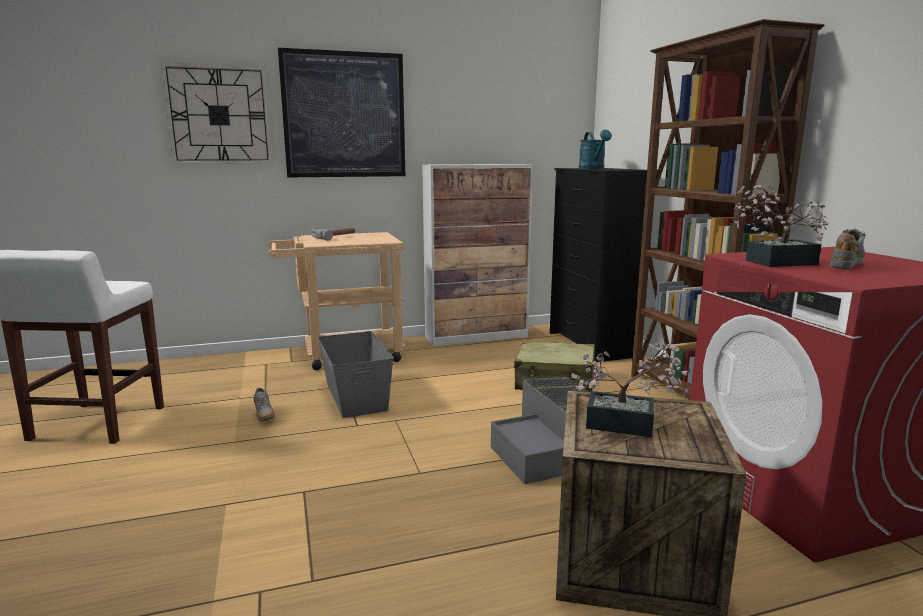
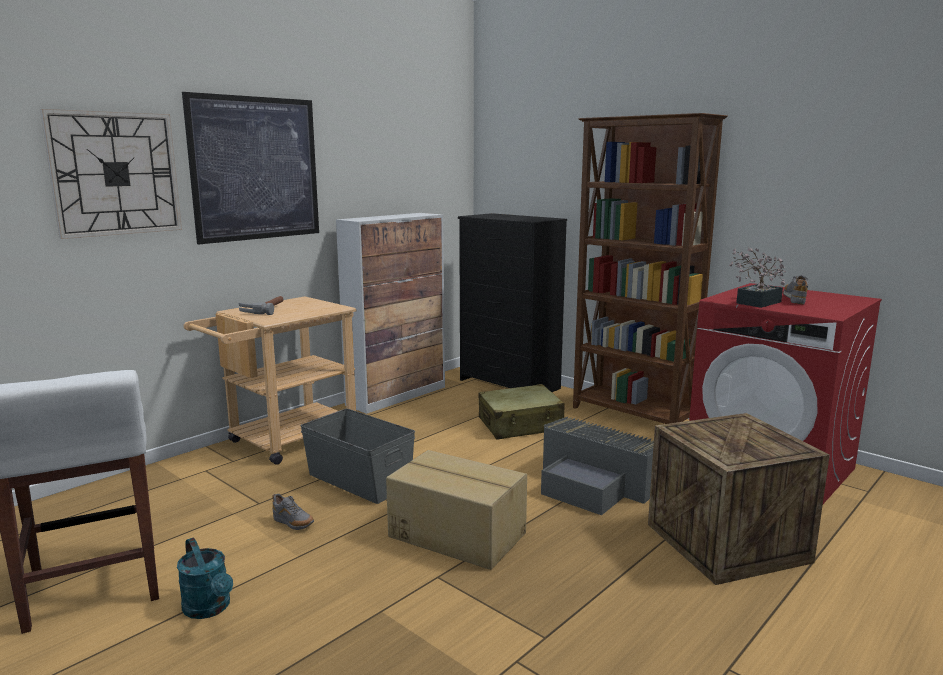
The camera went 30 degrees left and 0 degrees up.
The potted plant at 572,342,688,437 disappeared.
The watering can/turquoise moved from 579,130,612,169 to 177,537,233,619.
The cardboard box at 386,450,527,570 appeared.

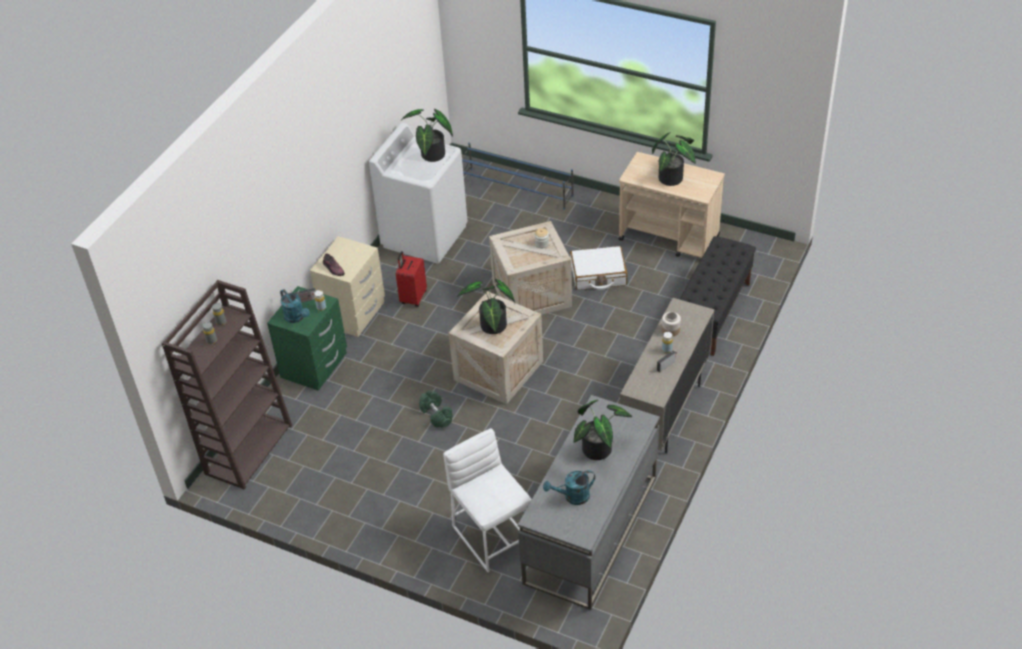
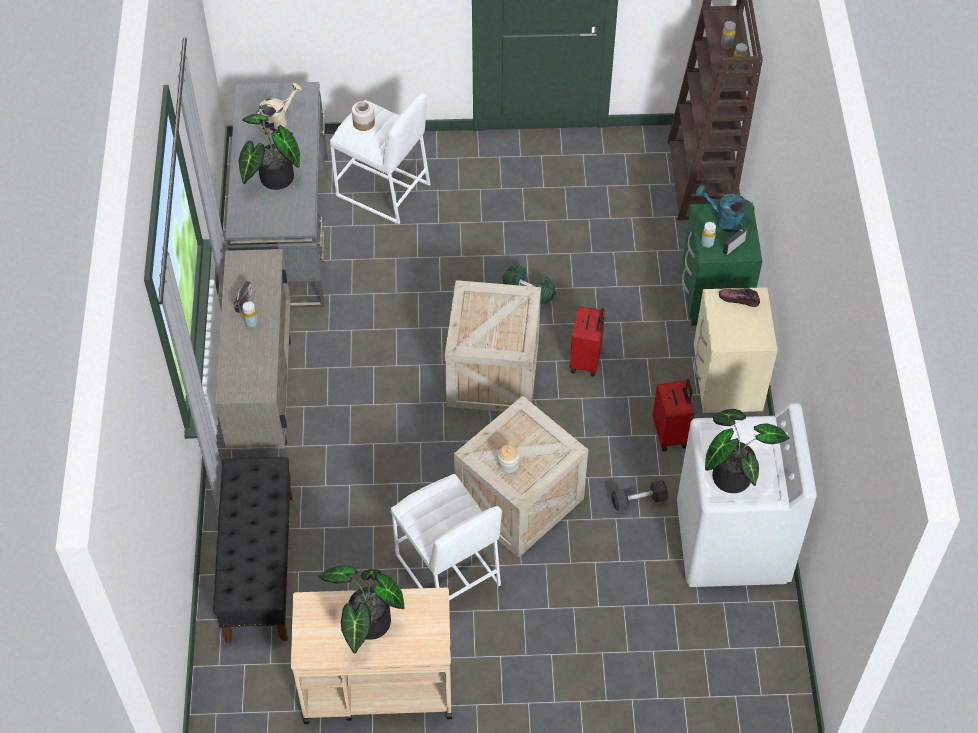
The camera went 150 degrees right and 10 degrees up.
The potted plant at 457,279,515,334 disappeared.
The shoe rack/blue at 462,143,574,210 disappeared.
The watering can/turquoise at 543,470,595,505 became the watering can/beige at 256,83,302,136.
The suitcase/white at 570,246,627,290 was replaced by the stool/white at 391,474,502,600.
The jar moved from 662,312,681,337 to 352,101,375,131.
The suitcase/red at 570,306,605,377 appeared.
The dumbbell/grey at 611,480,668,511 appeared.

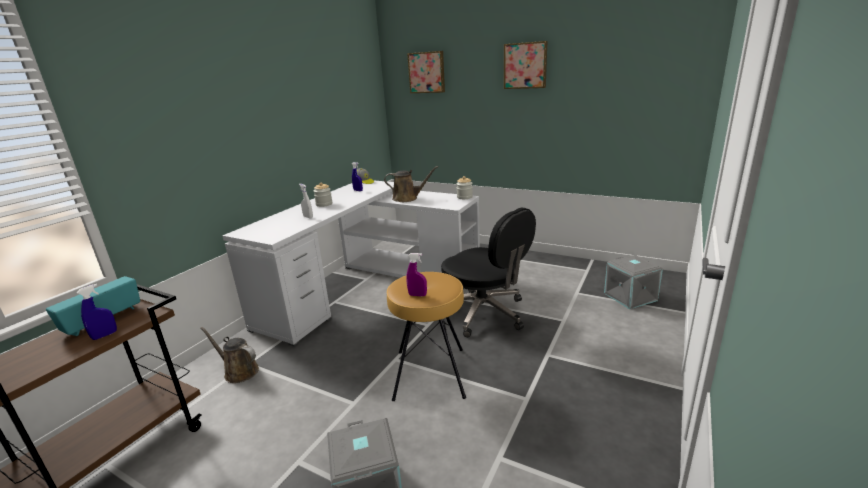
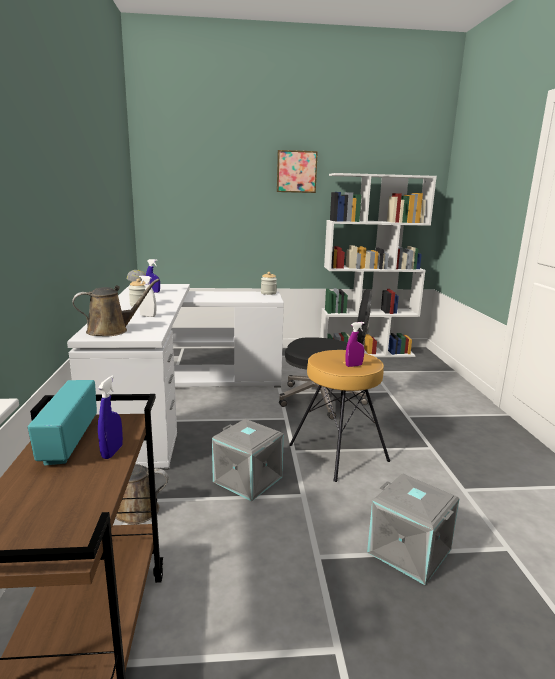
The camera went 35 degrees left and 5 degrees down.
The watering can/brown moved from 384,166,438,202 to 72,279,159,336.
The picture at 407,51,445,93 disappeared.
The storage box/grey moved from 604,255,663,309 to 212,419,284,502.
The bookcase/white at 320,173,437,357 appeared.

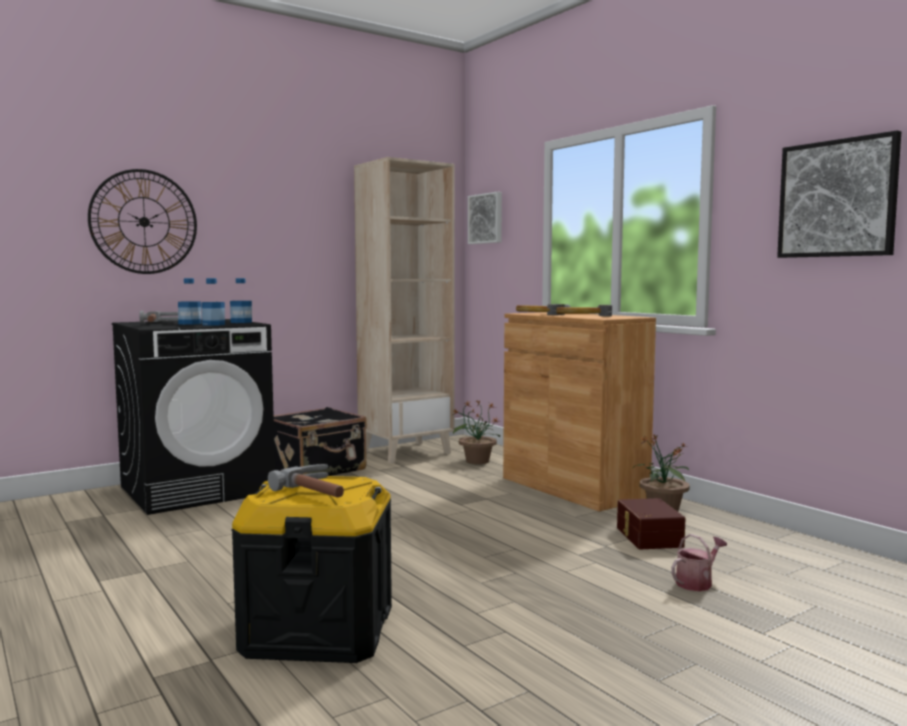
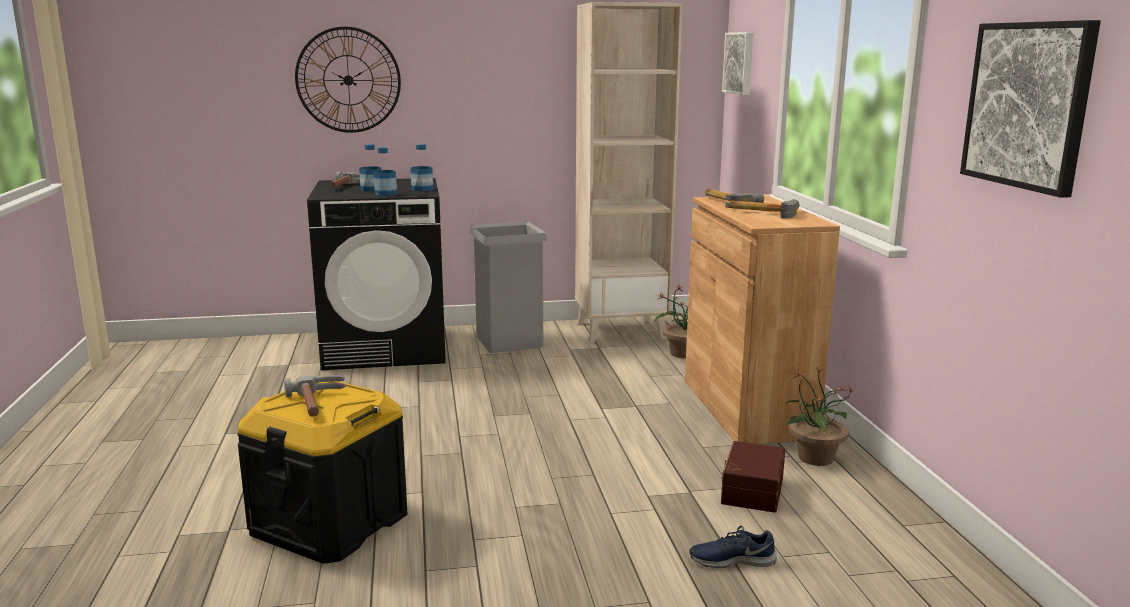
The camera went 25 degrees right and 10 degrees up.
The suitcase/black at 274,407,367,476 was replaced by the trash can/grey at 470,221,548,353.
The watering can at 671,534,727,591 was replaced by the shoe/blue at 689,526,777,569.

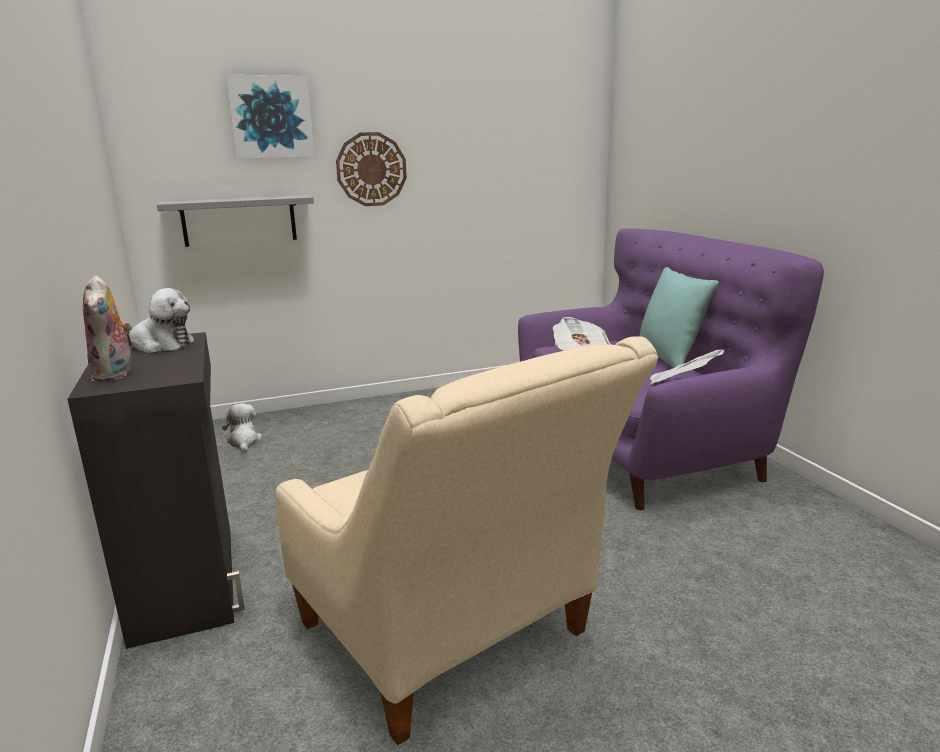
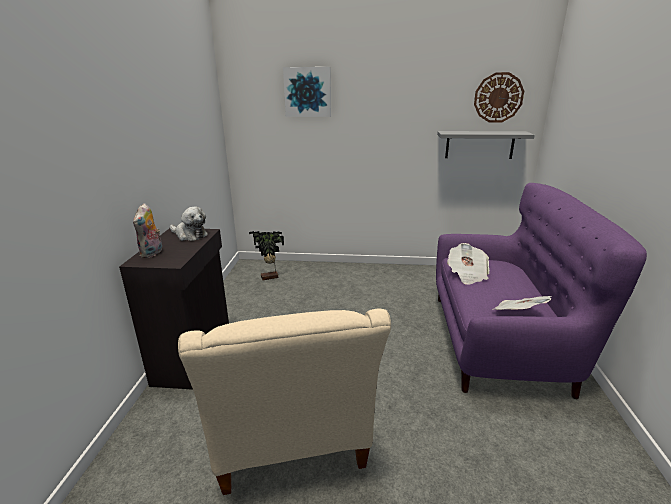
The camera went 25 degrees right and 5 degrees up.
The shelf/grey moved from 157,195,314,247 to 437,131,535,159.
The plush toy at 222,403,263,453 was replaced by the potted plant at 249,231,284,280.
The wall clock moved from 336,132,407,206 to 474,72,524,123.
The pillow/turquoise at 640,267,719,374 disappeared.

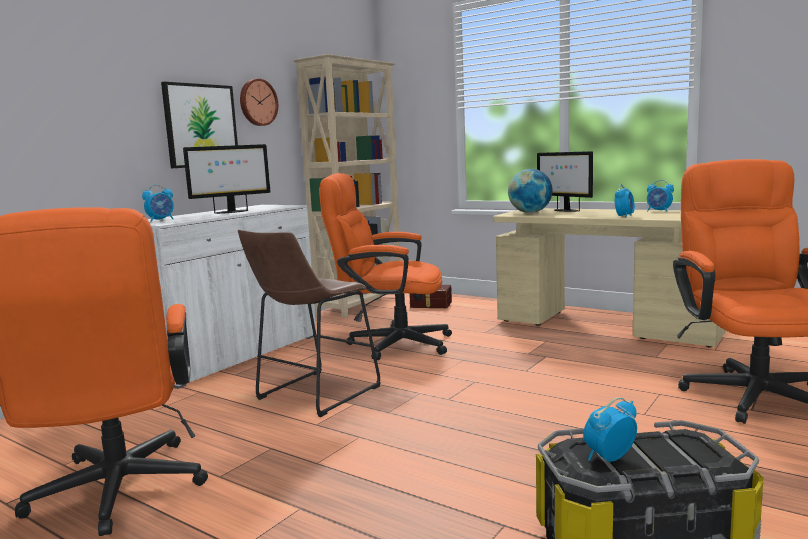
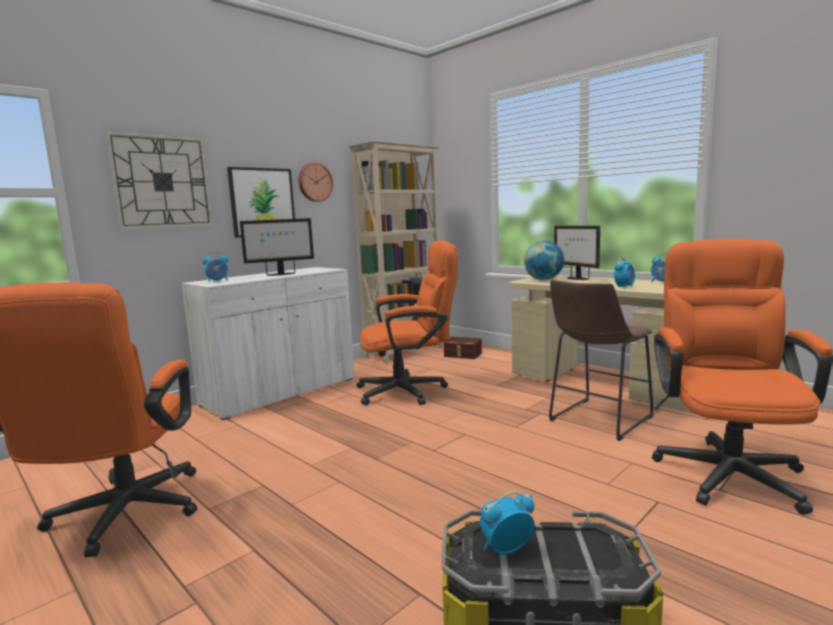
The camera went 10 degrees right and 0 degrees up.
The stool/brown moved from 238,230,381,417 to 549,280,653,441.
The office chair/orange at 319,173,452,360 turned 150 degrees clockwise.
The wall clock at 105,131,214,230 appeared.

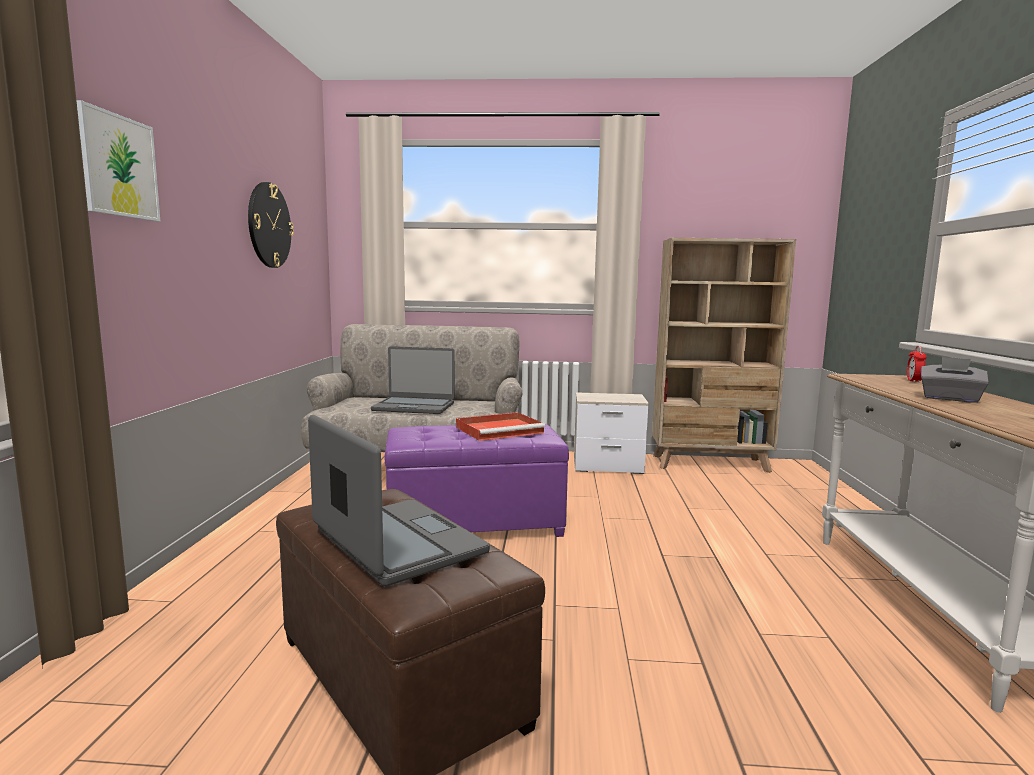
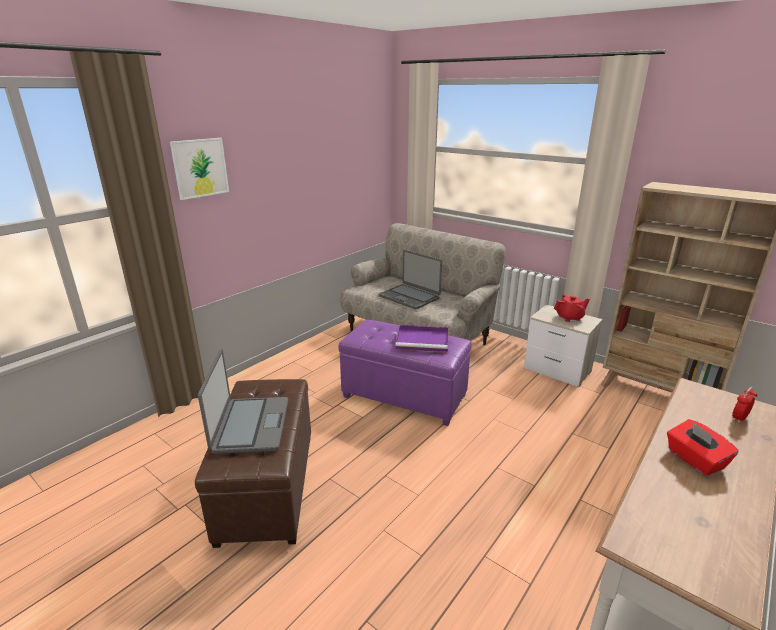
The camera went 35 degrees right and 15 degrees up.
The wall clock at 248,182,294,268 disappeared.
The tray/red at 456,412,545,441 became the tray/purple at 396,325,448,353.
The tissue box/grey at 921,356,989,403 became the tissue box/red at 667,419,738,476.
The teapot/red at 554,294,590,322 appeared.

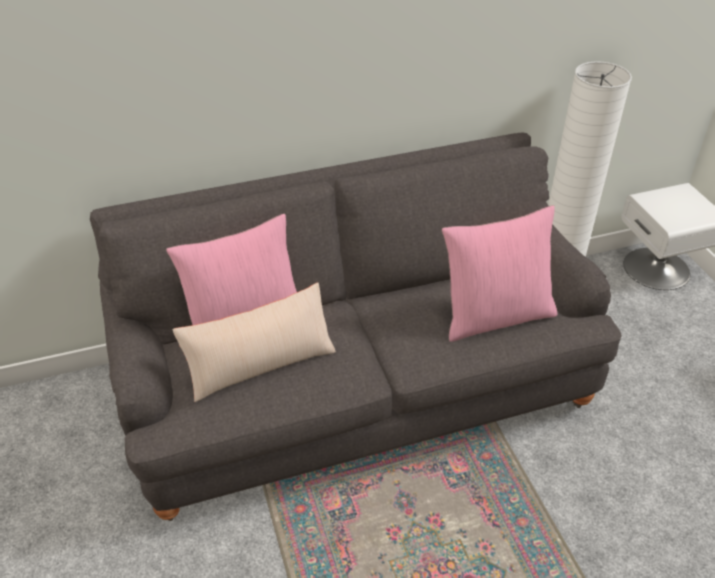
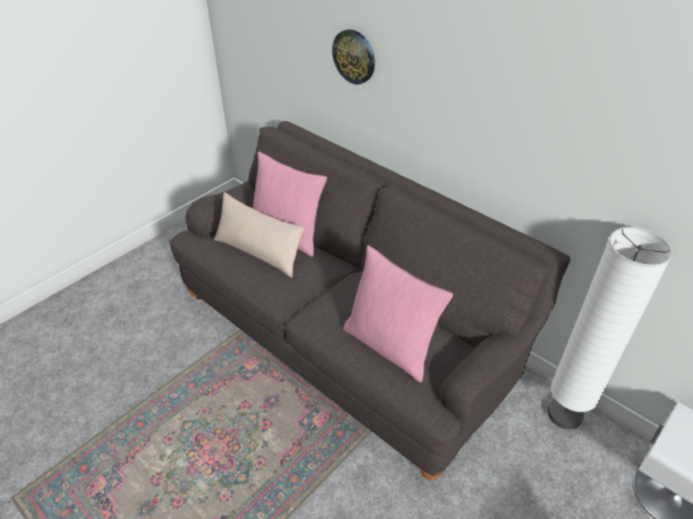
The camera went 60 degrees right and 0 degrees up.
The wall clock at 332,29,375,85 appeared.

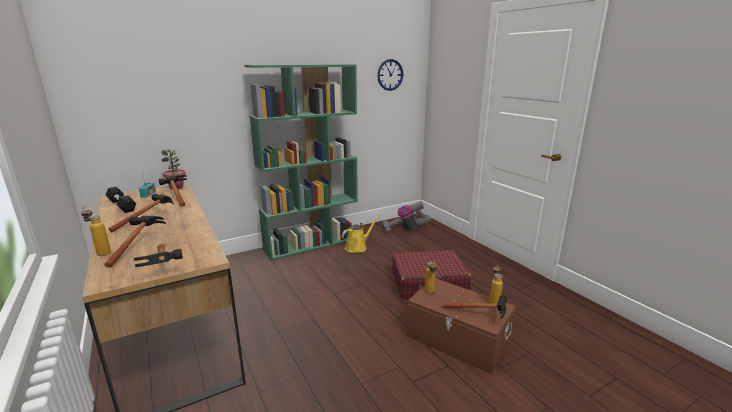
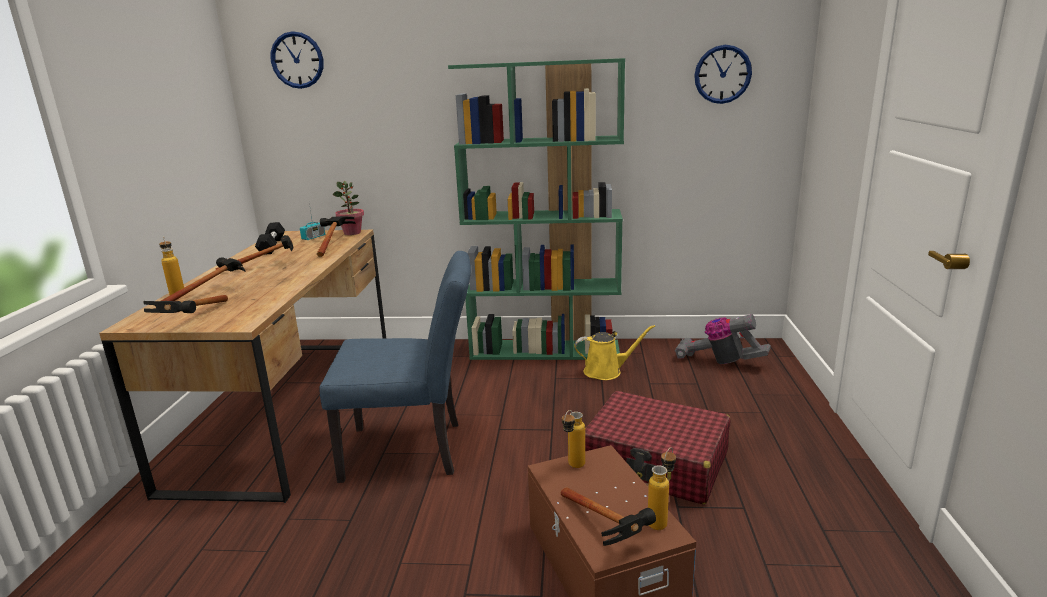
The camera went 35 degrees right and 0 degrees up.
The wall clock at 271,31,323,89 appeared.
The chair/blue at 319,251,471,483 appeared.

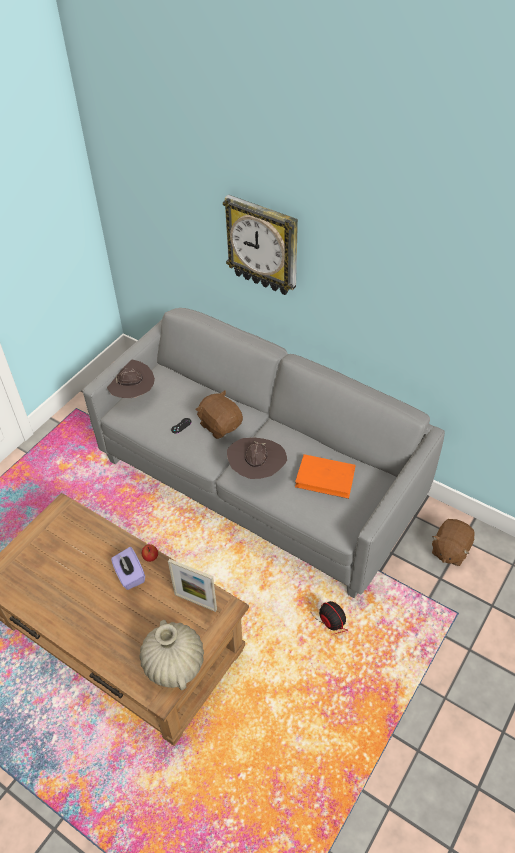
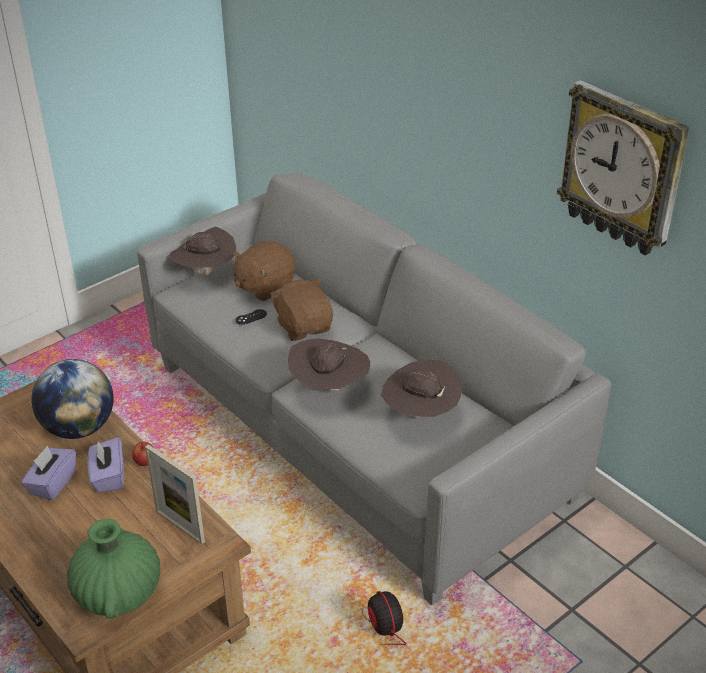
The camera went 15 degrees right and 10 degrees down.
The vase/beige at 140,620,204,690 became the vase/green at 67,519,160,619.
The wall clock moved from 223,195,298,295 to 557,80,690,256.
The book/orange at 295,454,356,499 was replaced by the hat/brown at 381,360,462,418.
The plush toy/brown moved from 432,519,475,566 to 233,241,296,301.
The tissue box/purple at 21,445,76,500 appeared.
The globe at 31,359,114,439 appeared.

